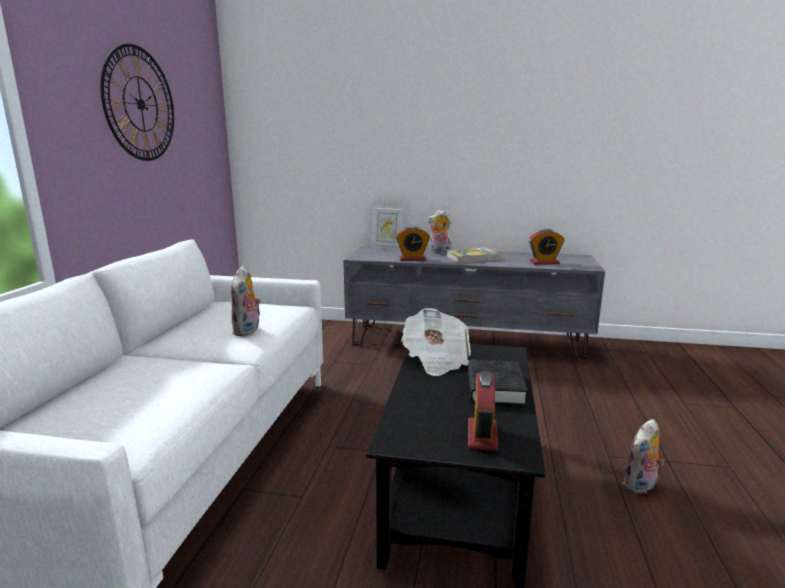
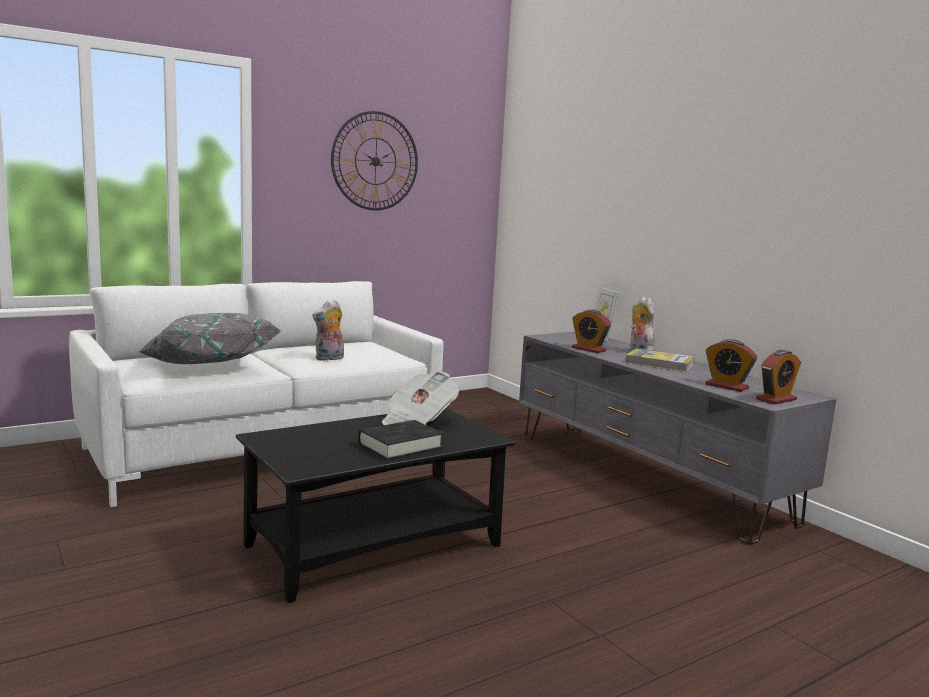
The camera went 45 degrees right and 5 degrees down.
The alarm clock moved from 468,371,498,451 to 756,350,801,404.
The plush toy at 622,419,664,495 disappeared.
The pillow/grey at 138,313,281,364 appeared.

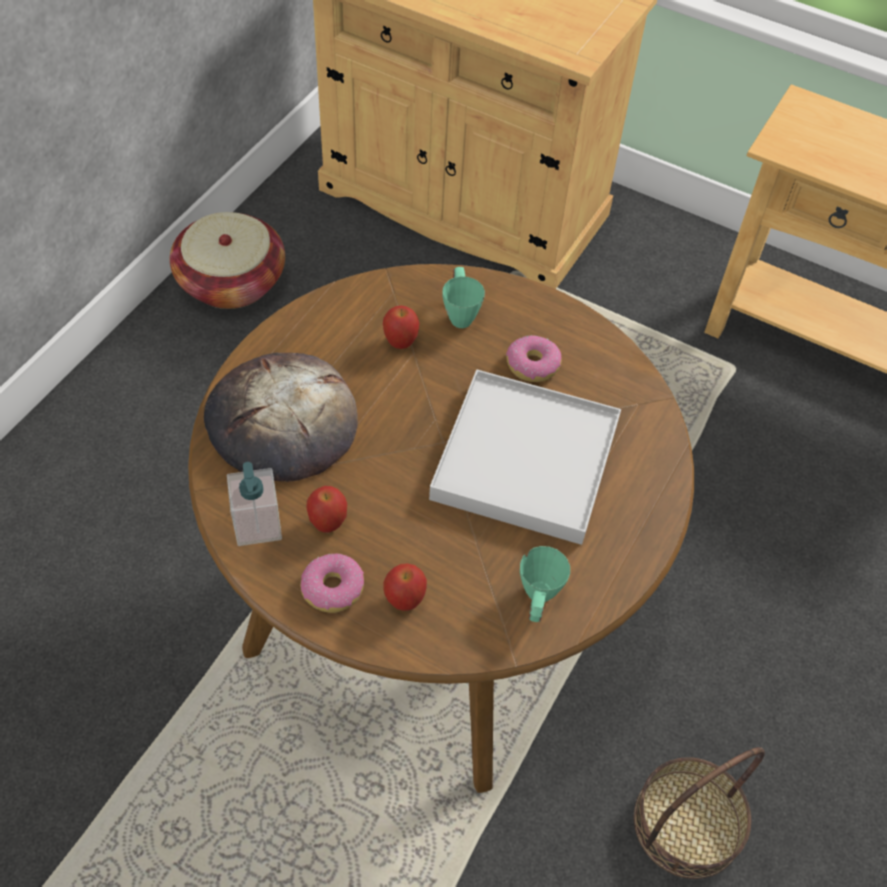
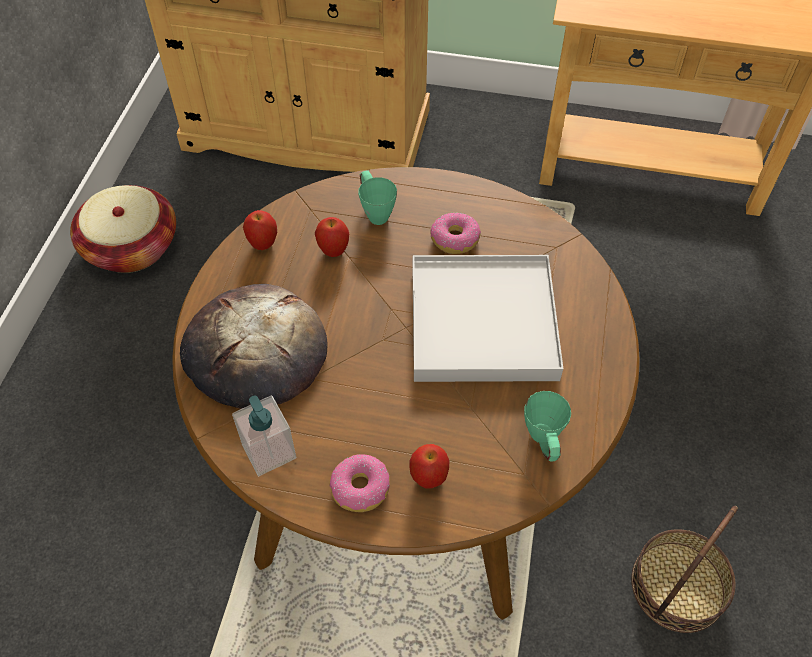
The camera went 15 degrees left and 0 degrees up.
The apple moved from 306,486,347,533 to 243,210,277,250.

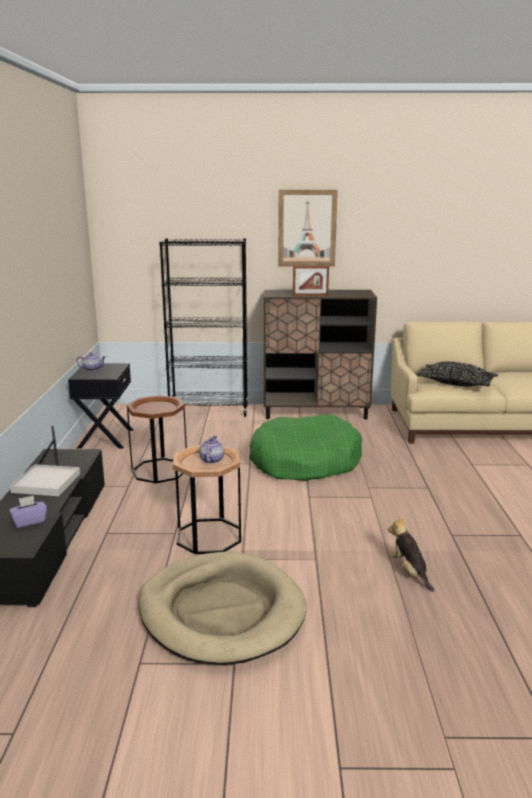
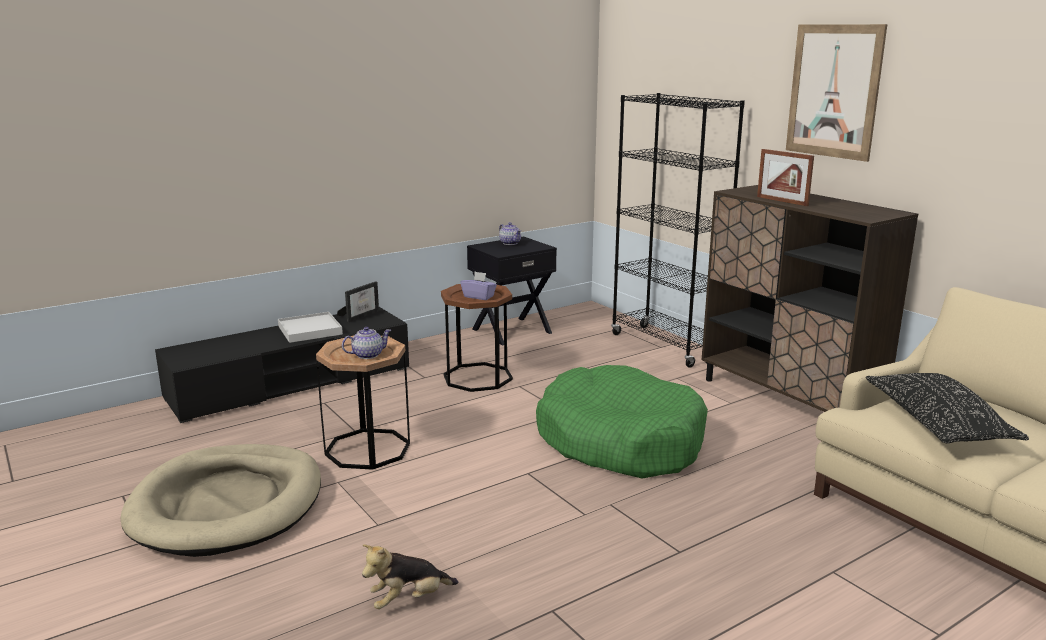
The camera went 55 degrees right and 0 degrees up.
The tissue box/purple moved from 9,495,47,528 to 460,272,497,300.
The plush toy at 388,515,434,592 turned 150 degrees counterclockwise.

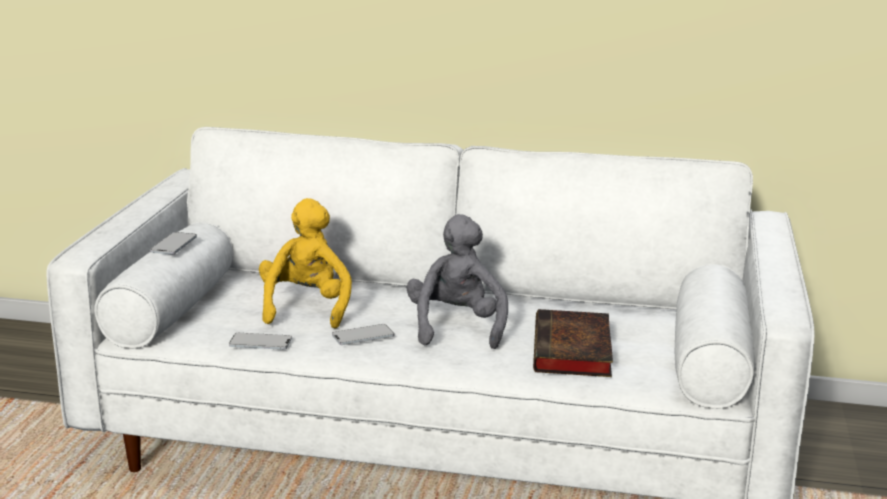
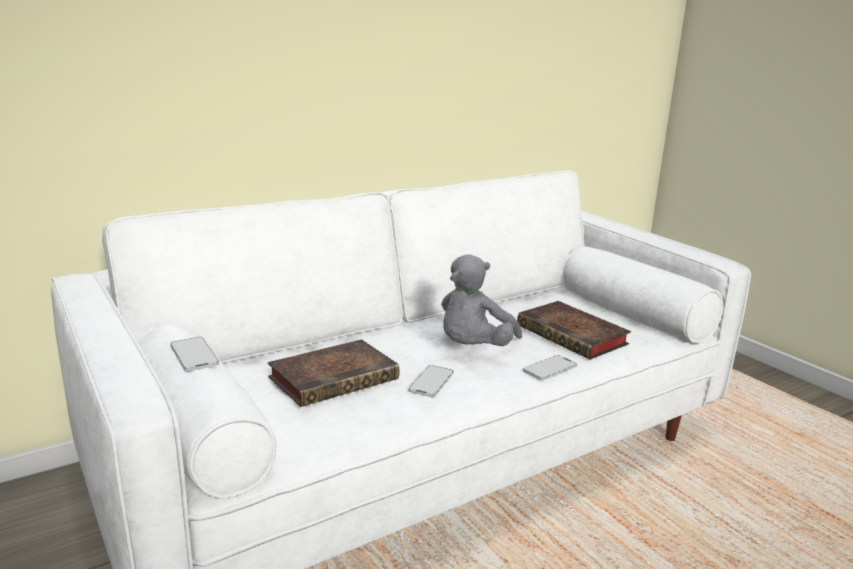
The camera went 45 degrees left and 0 degrees up.
The phone moved from 229,333,292,350 to 523,355,577,381.
The plush toy/yellow at 259,198,352,329 was replaced by the book at 268,339,400,407.
The plush toy/grey at 406,214,508,349 turned 105 degrees counterclockwise.

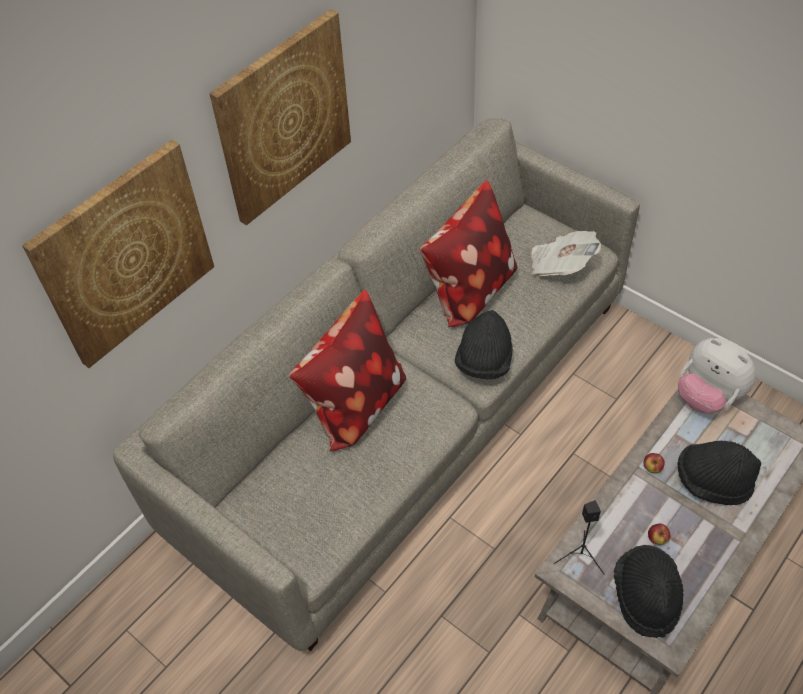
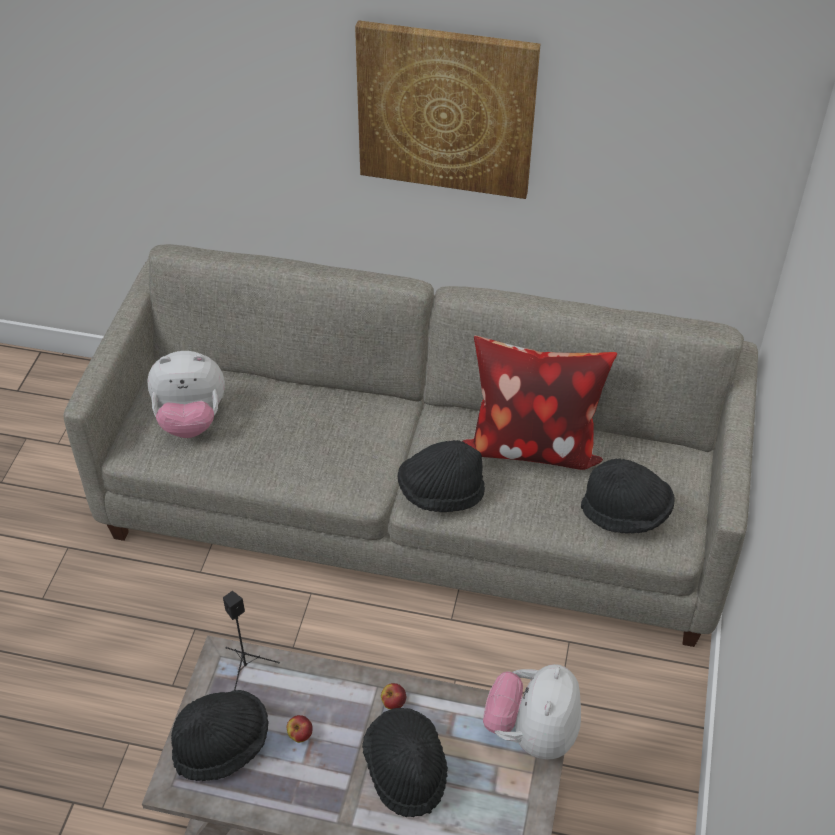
The camera went 60 degrees right and 5 degrees down.
The picture at 22,140,214,368 disappeared.
The pillow at 289,290,406,452 disappeared.
The newspaper at 531,231,601,276 was replaced by the hat/black at 581,458,674,534.
The plush toy at 147,351,225,438 appeared.

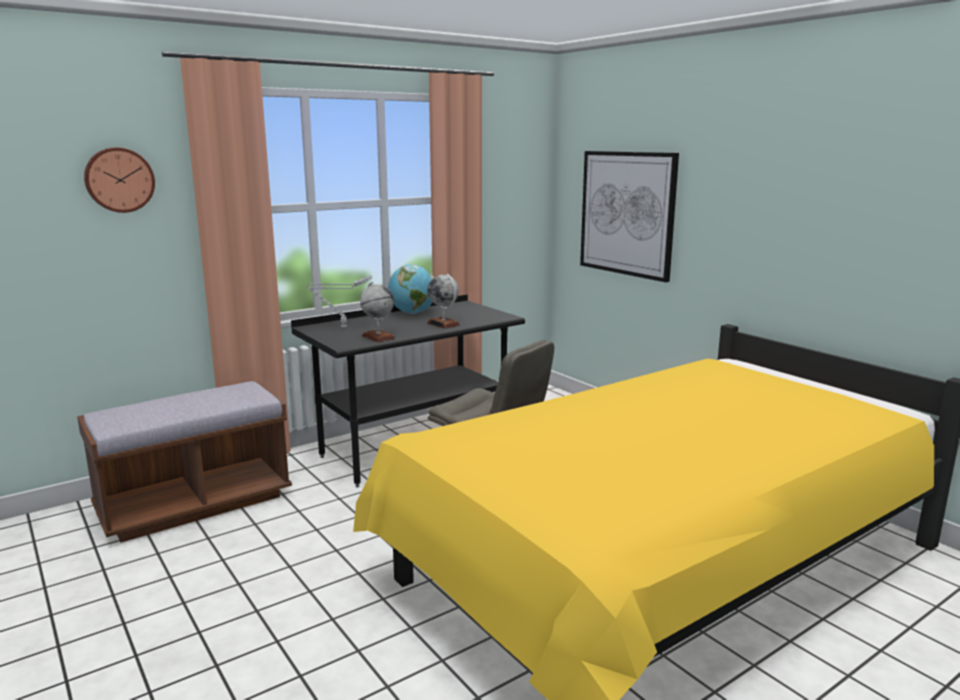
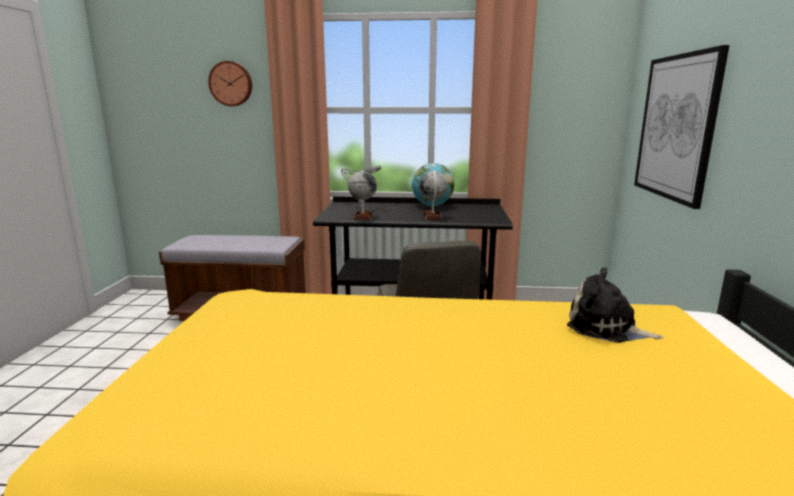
The camera went 40 degrees right and 0 degrees up.
The plush toy at 567,267,663,343 appeared.

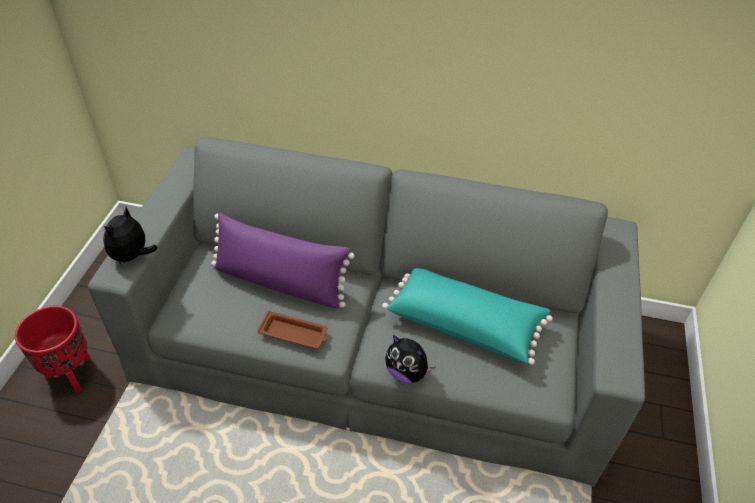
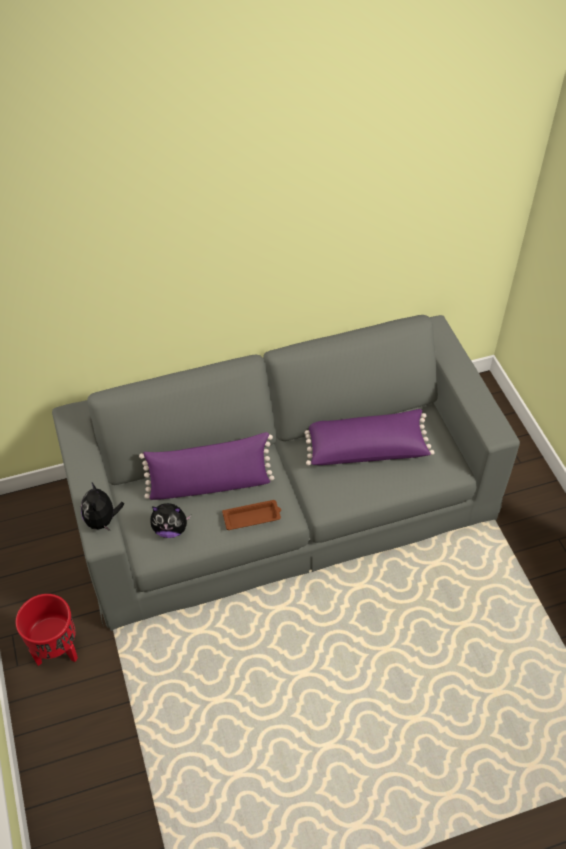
The camera went 30 degrees left and 5 degrees up.
The pillow/turquoise at 382,268,553,365 became the pillow/purple at 305,409,435,466.
The plush toy moved from 385,335,435,383 to 150,503,191,538.

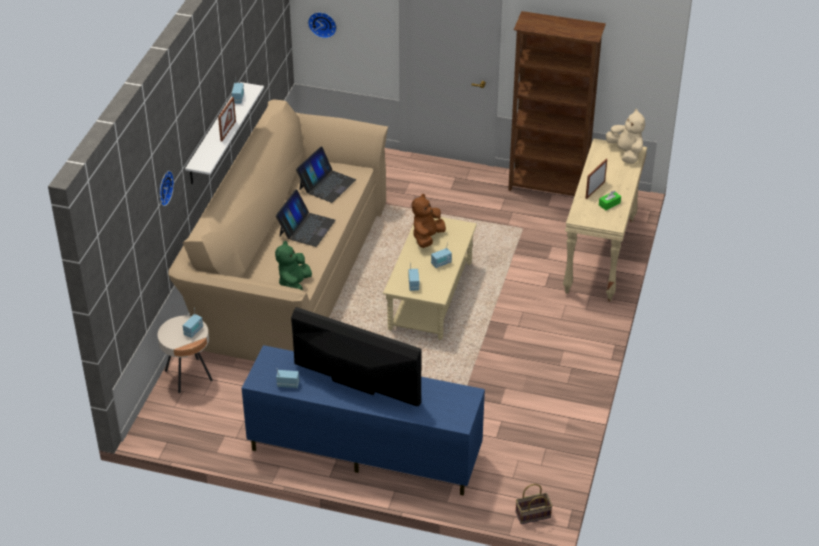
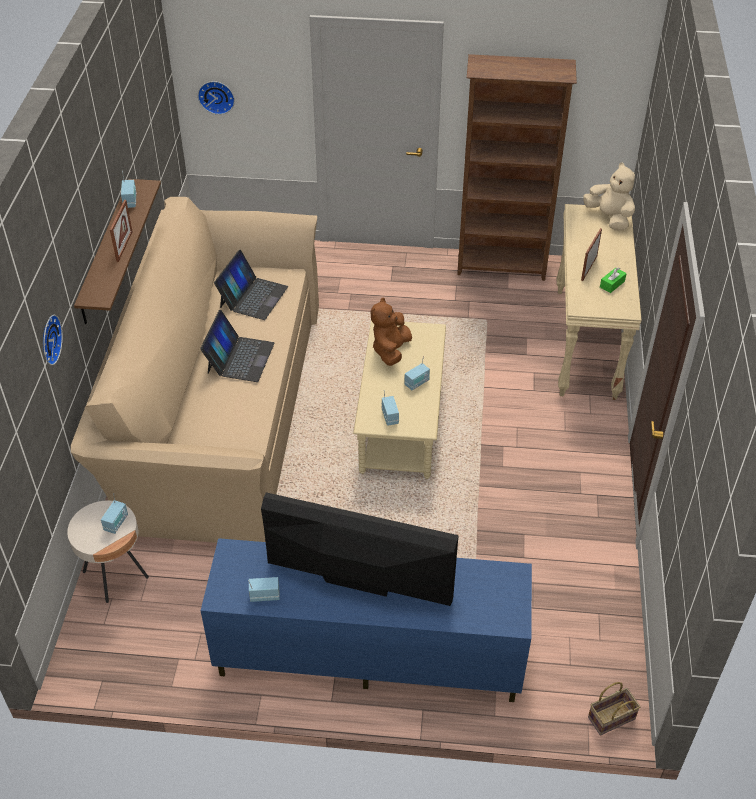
The camera went 10 degrees left and 5 degrees up.
The shelf/white at 185,82,264,184 became the shelf/brown at 74,179,161,324.
The plush toy/green at 275,241,312,291 disappeared.

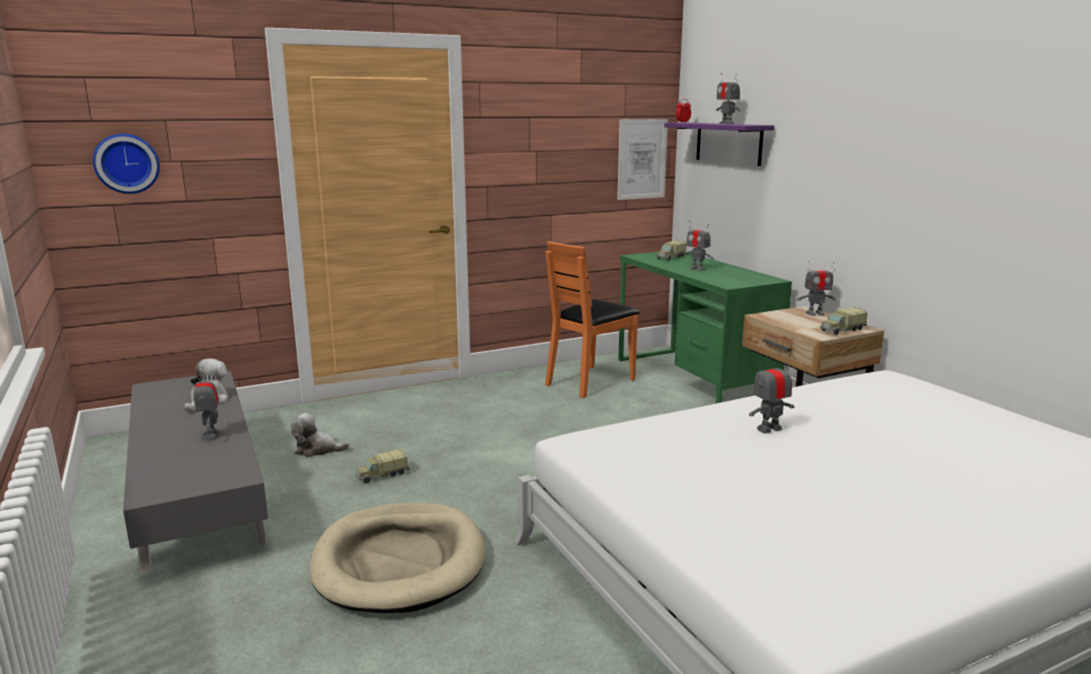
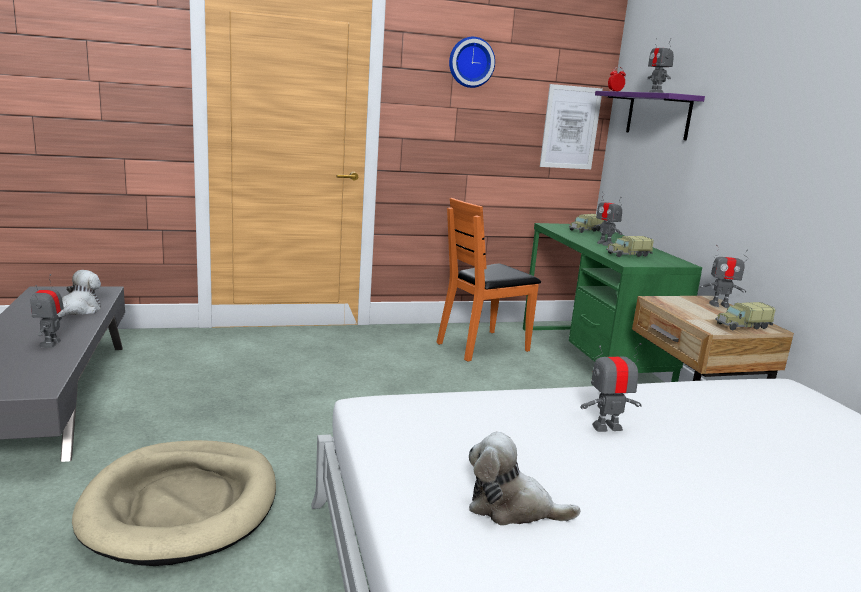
The camera went 10 degrees right and 0 degrees up.
The wall clock moved from 93,133,160,194 to 449,37,495,88.
The plush toy moved from 291,413,349,457 to 469,432,580,526.
The toy truck moved from 355,449,409,483 to 606,236,654,257.

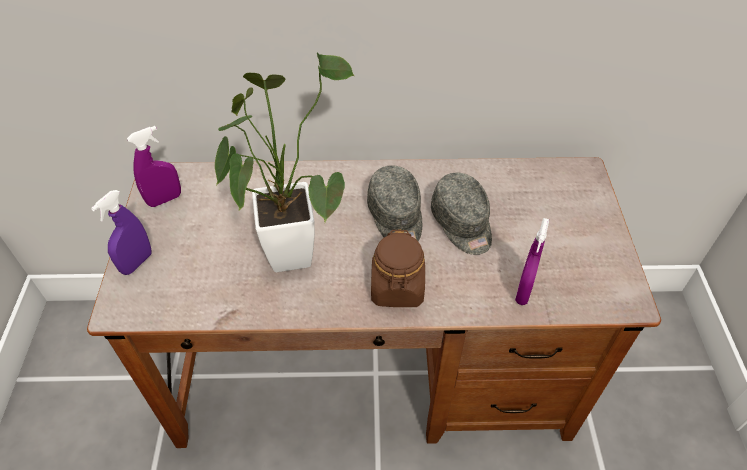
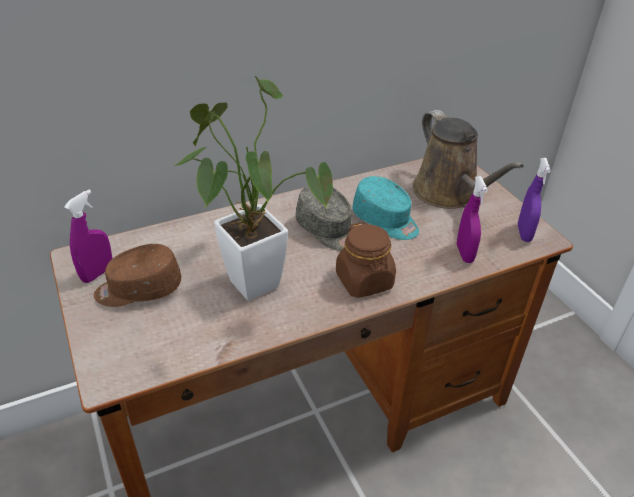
The camera went 25 degrees left and 10 degrees down.
The spray bottle/purple moved from 91,190,151,275 to 518,158,551,242.
The cap/grey at 431,173,492,255 became the cap/turquoise at 353,176,419,240.
The cap/brown at 94,244,181,307 appeared.
The watering can/brown at 413,110,524,209 appeared.

